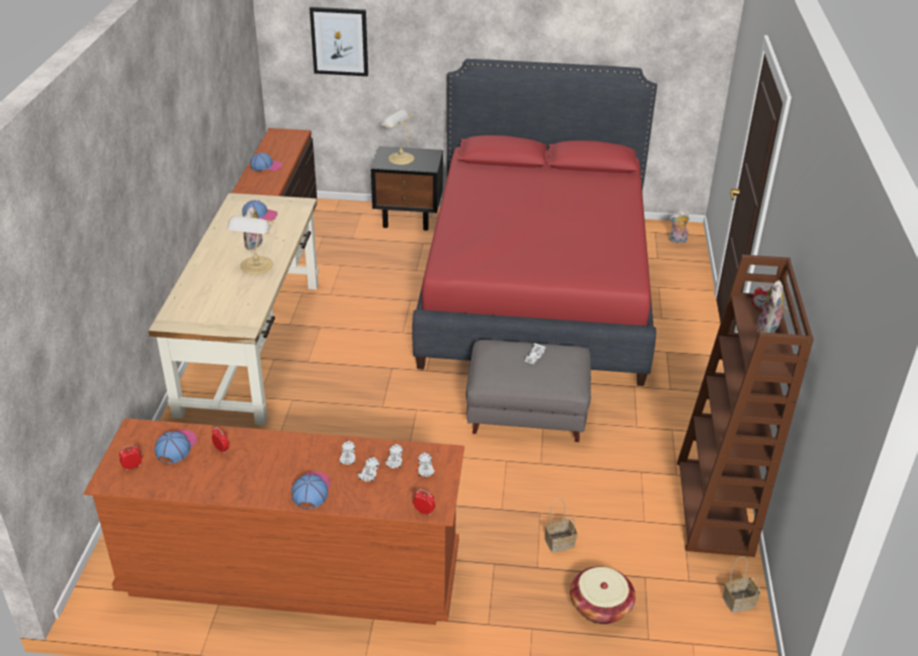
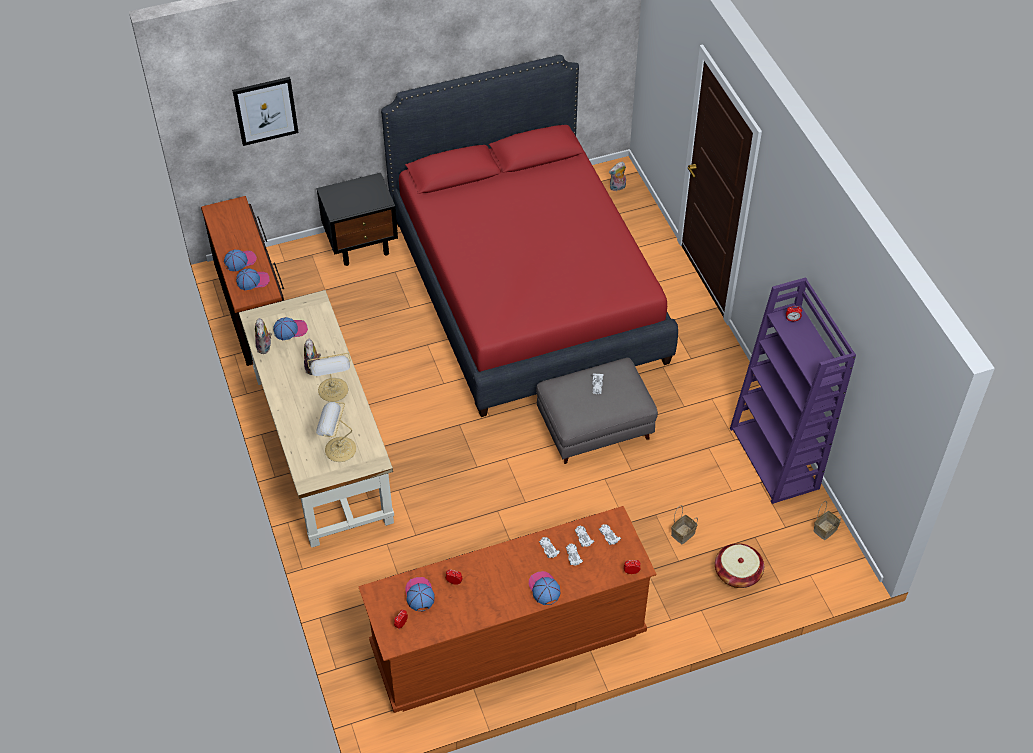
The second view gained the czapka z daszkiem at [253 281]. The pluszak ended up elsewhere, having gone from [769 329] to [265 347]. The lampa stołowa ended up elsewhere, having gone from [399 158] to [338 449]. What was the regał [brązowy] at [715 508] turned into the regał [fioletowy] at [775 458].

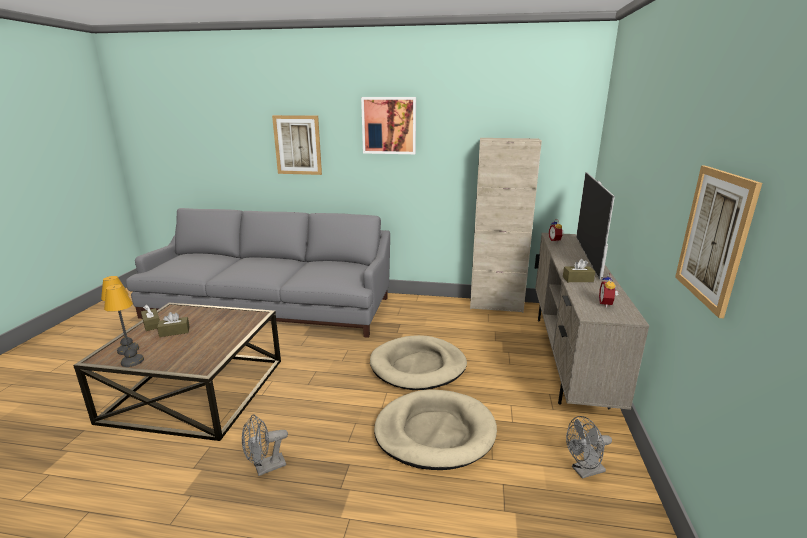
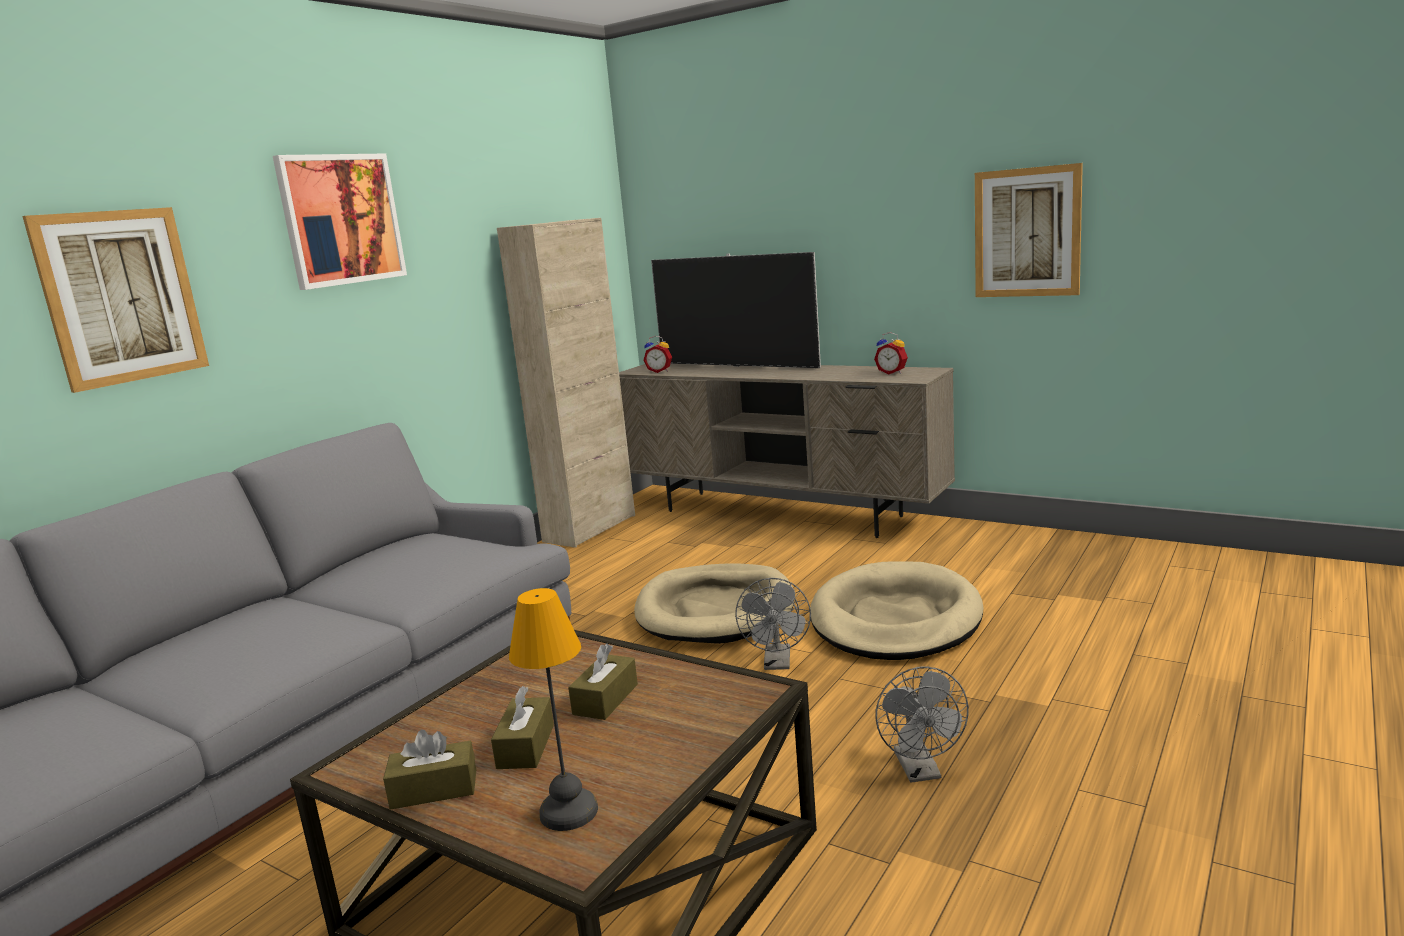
The pudełko chusteczek [brązowy] ended up elsewhere, having gone from [577 279] to [605 699]. The wentylator [szary] ended up elsewhere, having gone from [584 471] to [778 663]. The second view lost the lampa stołowa at [132 361].

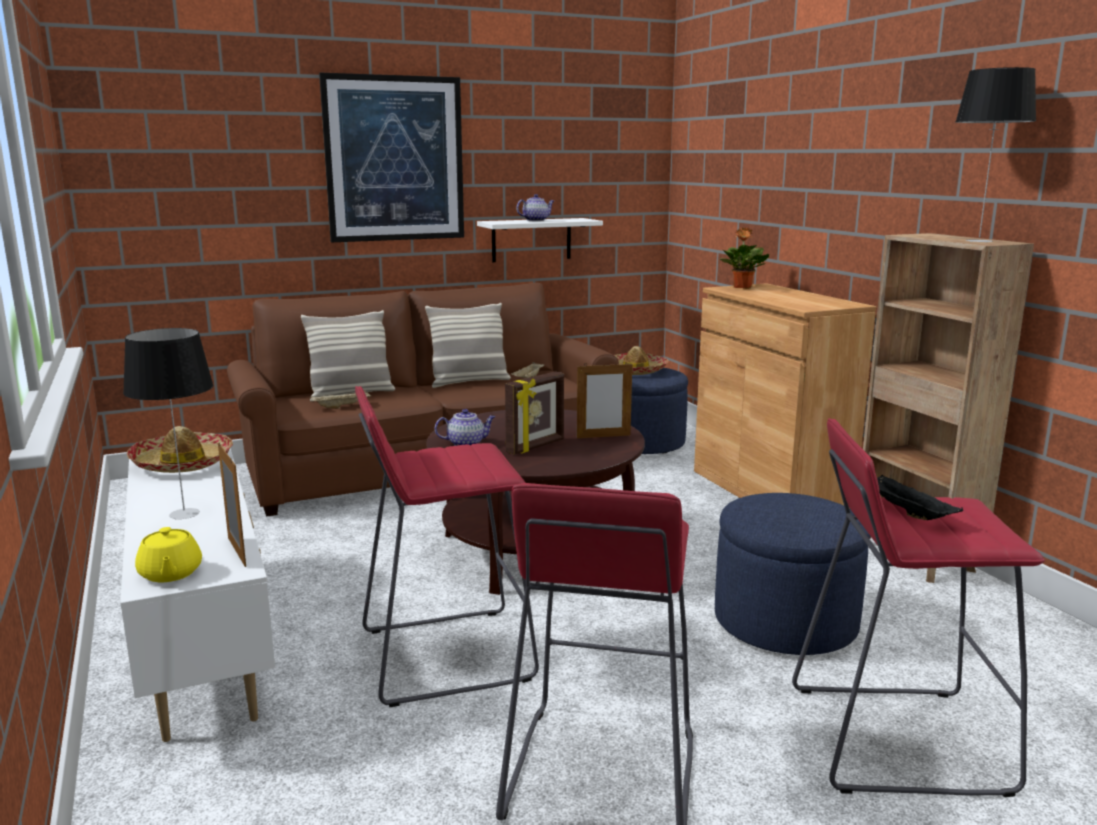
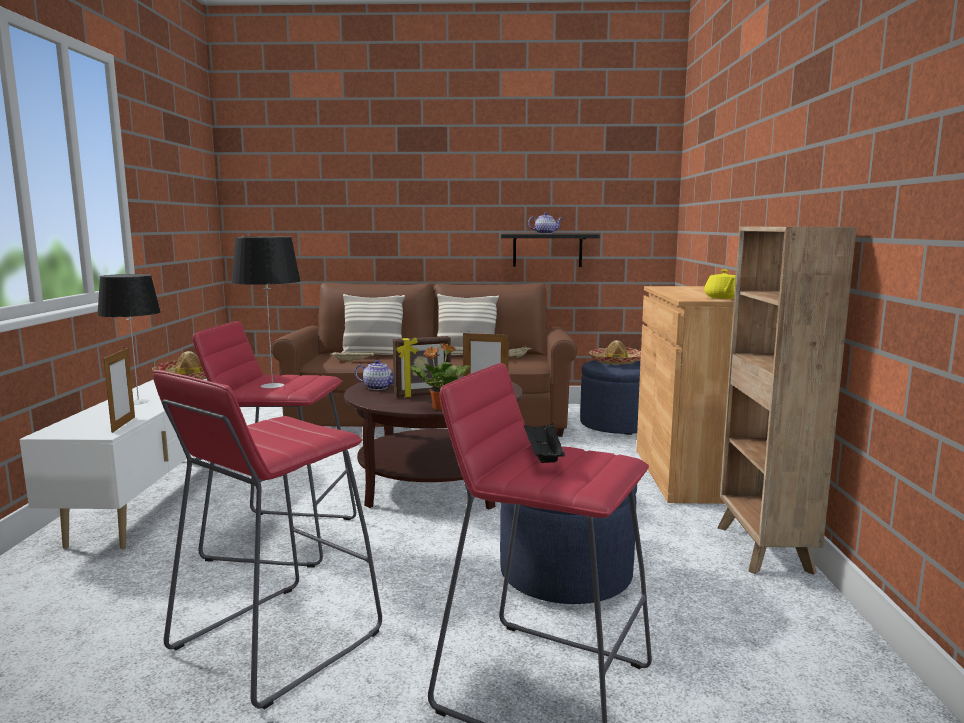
The lampa stołowa ended up elsewhere, having gone from [978 241] to [272 385]. The roślina doniczkowa ended up elsewhere, having gone from [742 287] to [441 408]. What was the półka [biały] at [531 240] turned into the półka [czarny] at [547 250]. The imbryk [żółty] ended up elsewhere, having gone from [170 574] to [722 298]. The second view lost the obraz at [394 159].

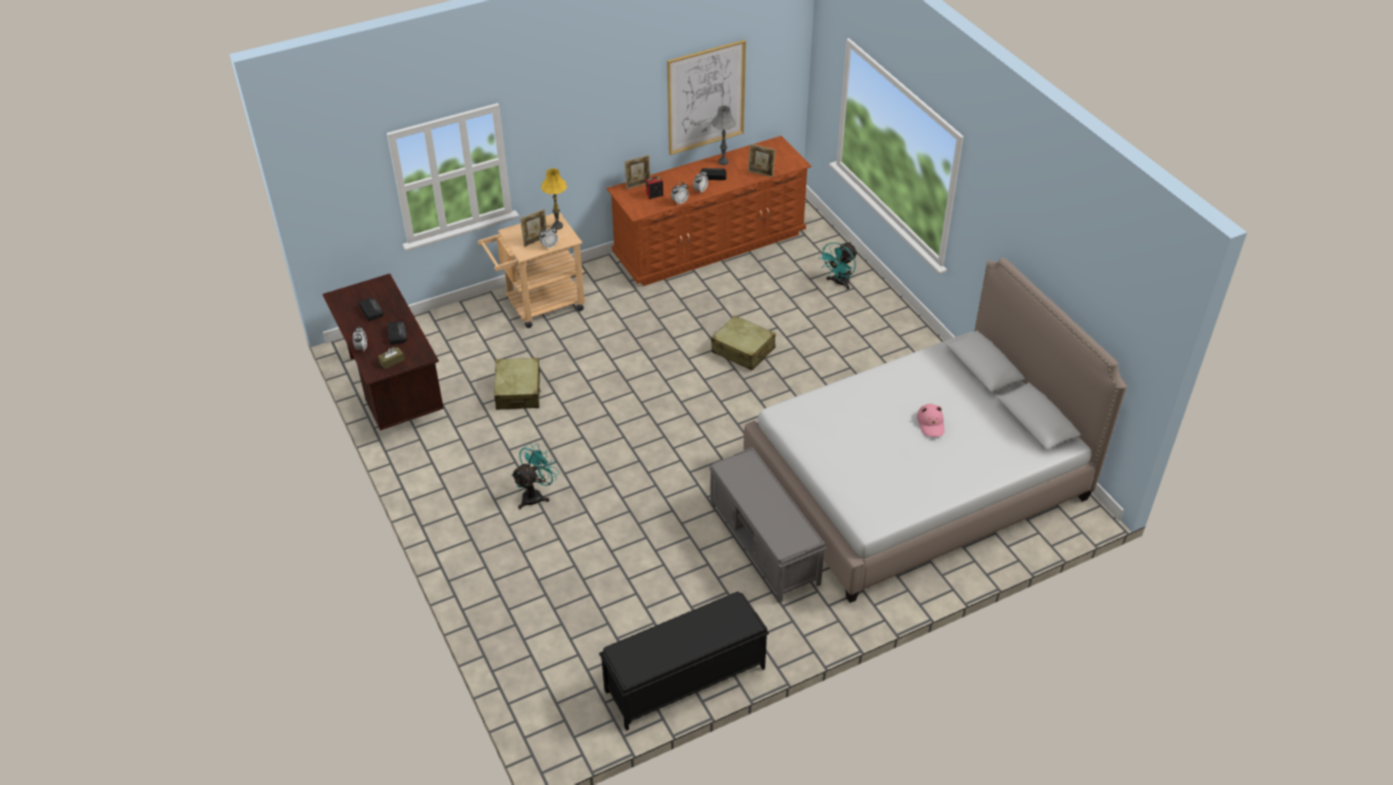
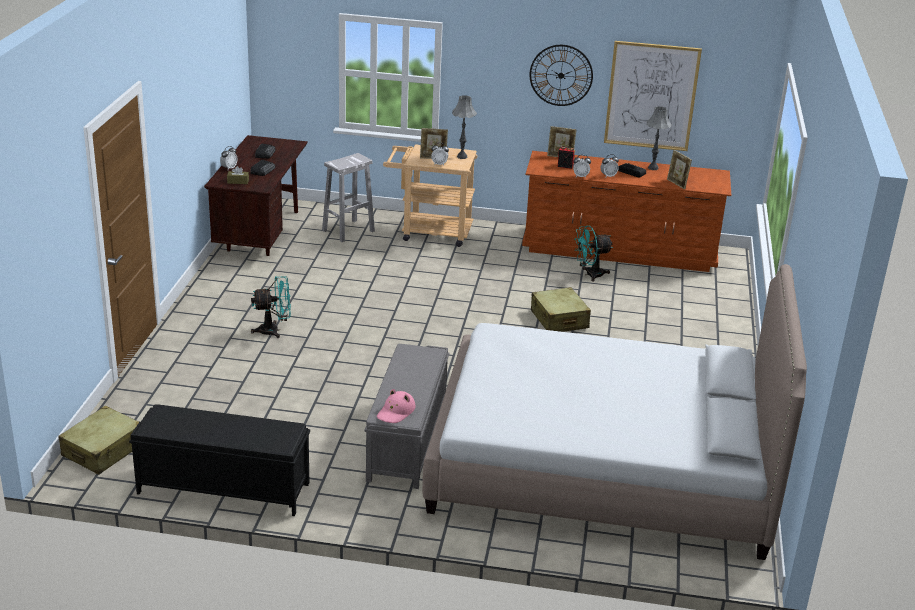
The walizka [beżowy] ended up elsewhere, having gone from [518 391] to [103 450]. The second view gained the stołek [biały] at [347 231]. The kapelusz [różowy] ended up elsewhere, having gone from [931 423] to [396 412]. What was the lampa stołowa [żółty] at [557 226] turned into the lampa stołowa [szary] at [462 157]. The second view gained the zegar ścienny at [561 75]. The wentylator [turkusowy] ended up elsewhere, having gone from [838 283] to [590 274].

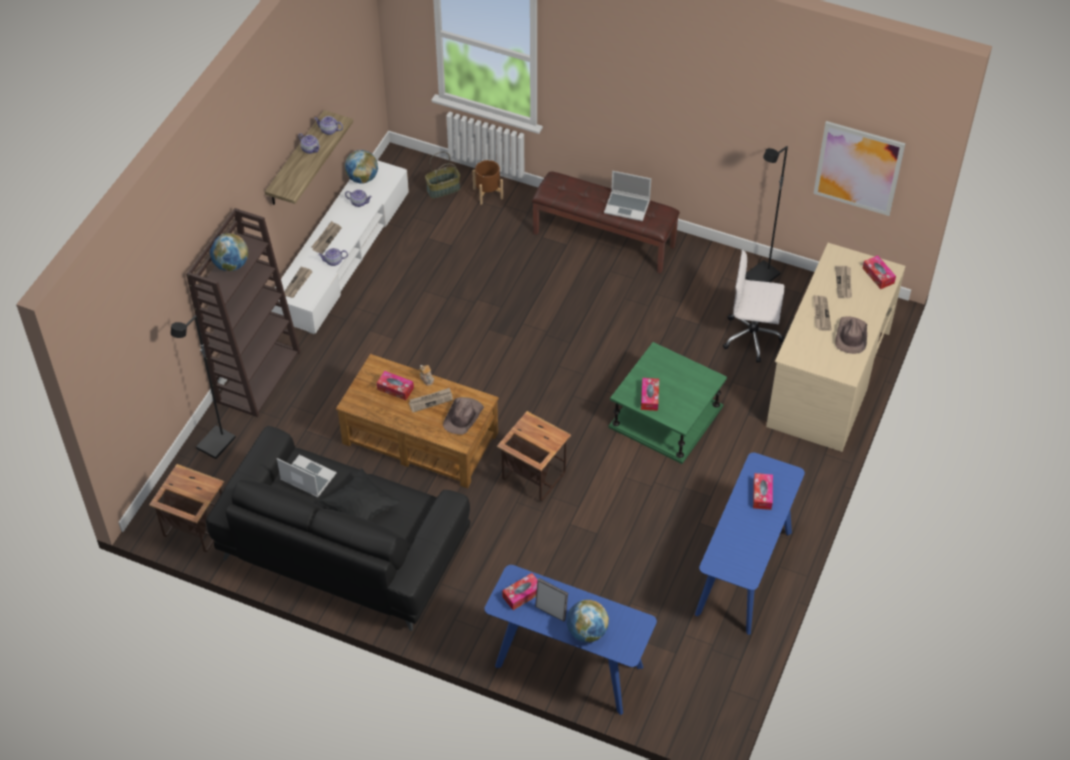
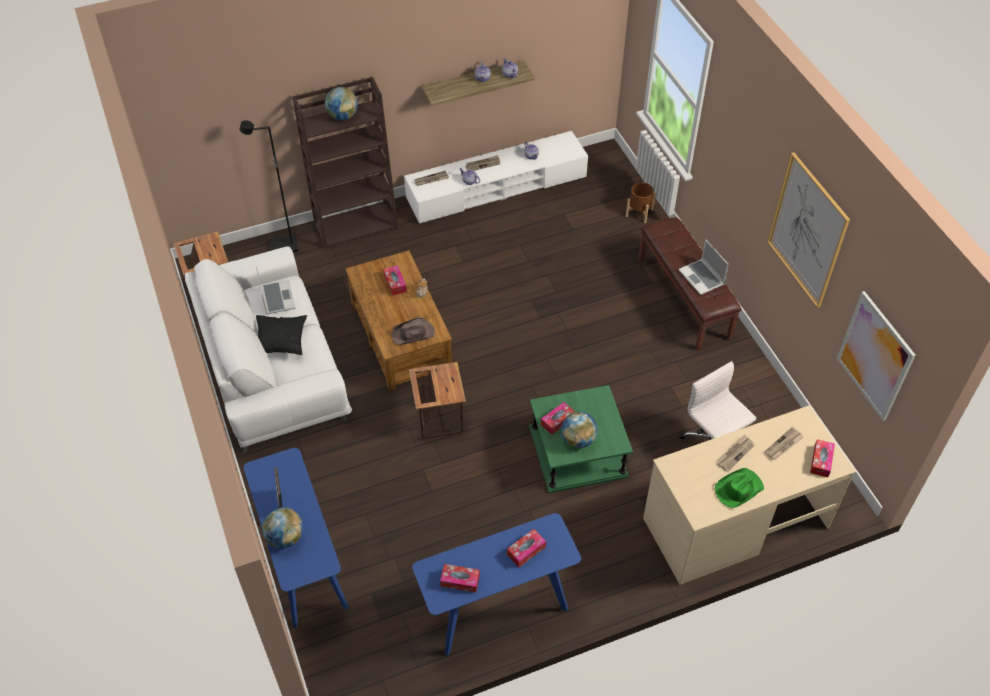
What was the kanapa [czarny] at [343 547] turned into the kanapa [biały] at [272 366]. The pudełko chusteczek ended up elsewhere, having gone from [522 594] to [460 581]. The globus ended up elsewhere, having gone from [362 178] to [578 439]. What was the kapelusz [brązowy] at [851 336] turned into the kapelusz [zielony] at [738 489]. The second view gained the obraz at [807 231]. The second view lost the gazeta at [431 400]. The second view lost the koszyk at [443 190]. The second view lost the lampa stojąca [czarny] at [761 277].

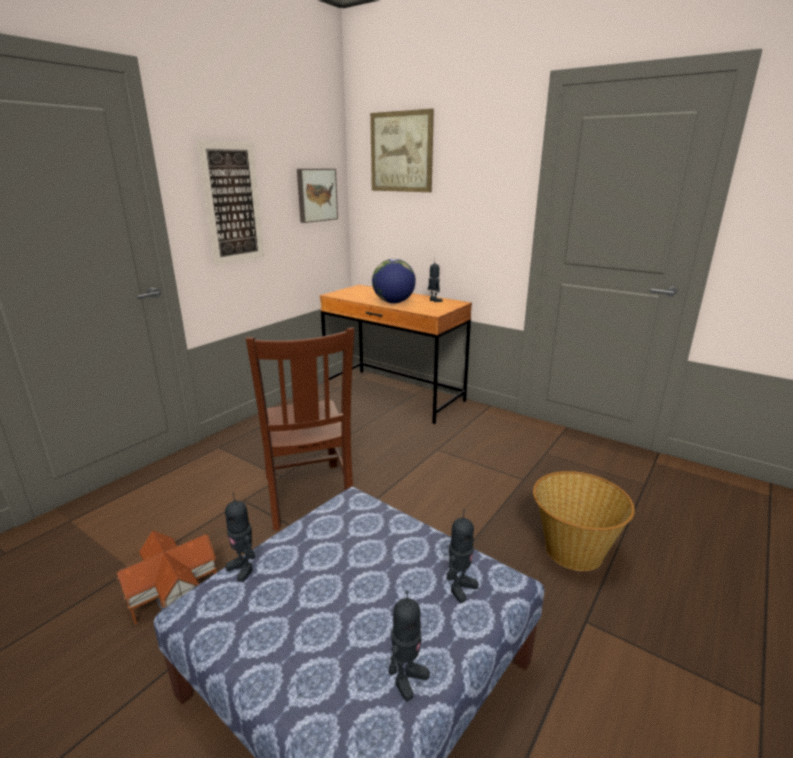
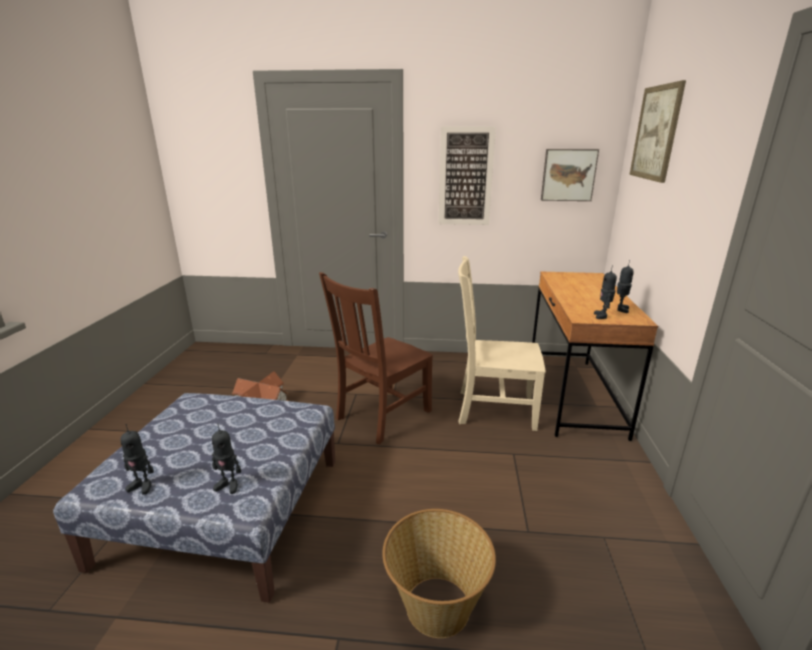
The second view gained the krzesło [beżowy] at [493 409]. The robot zabawkowy ended up elsewhere, having gone from [243 568] to [602 316]. The second view lost the globus at [393 302].

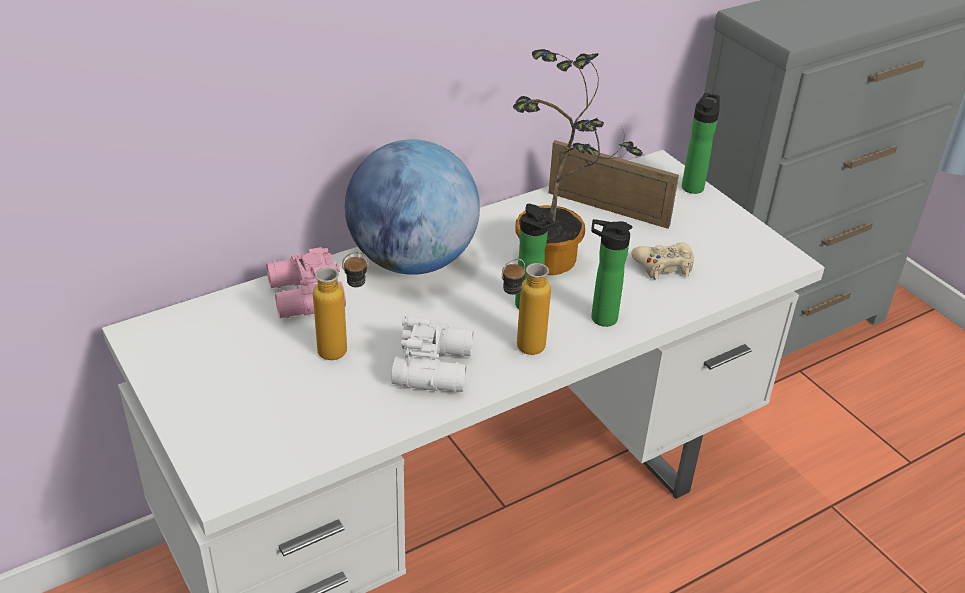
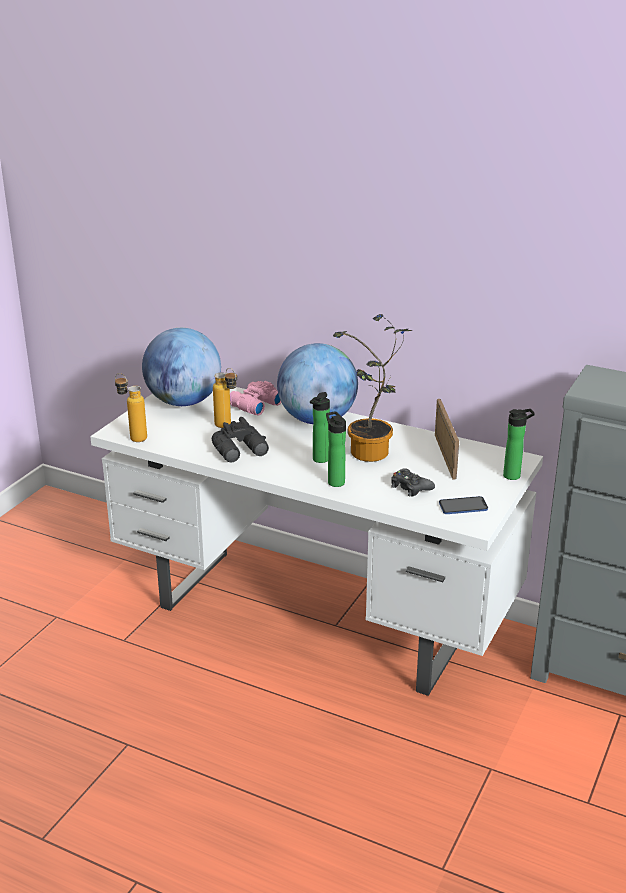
The butelka ended up elsewhere, having gone from [520 350] to [133 437]. The second view gained the globus at [183 402]. What was the lornetka [biały] at [436 366] turned into the lornetka [czarny] at [241 451]. What was the pad do gier [beżowy] at [664 266] turned into the pad do gier [czarny] at [410 487]. The second view gained the telefon at [463 506].

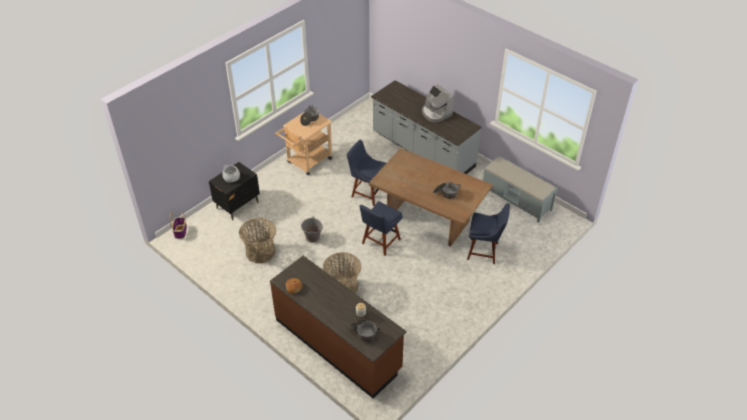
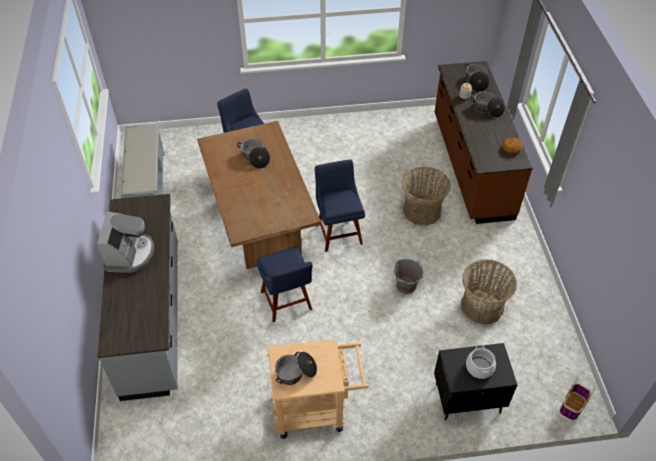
The krzesło [niebieski] at [380 242] ended up facing another way, 90 degrees counterclockwise from before. The second view gained the garnek at [487 109].

